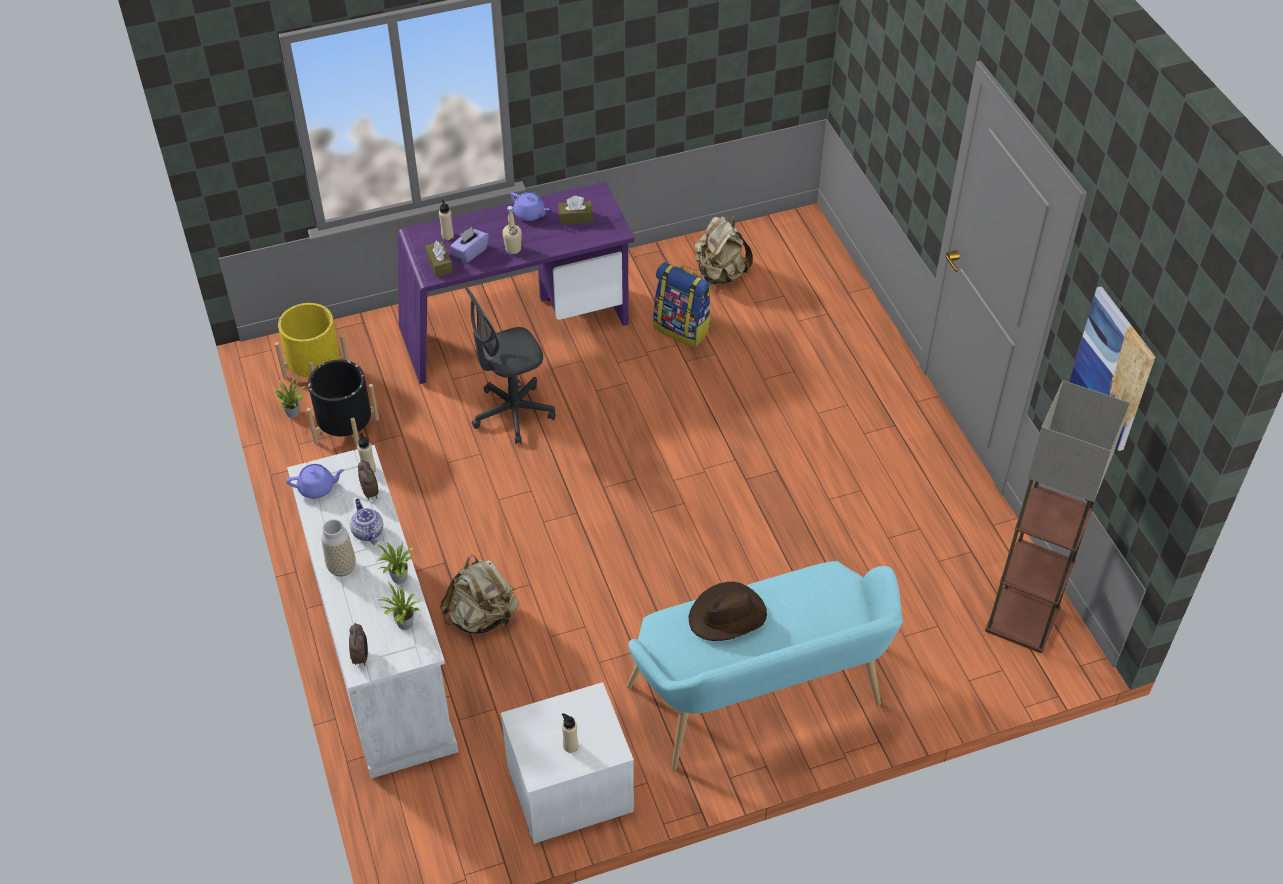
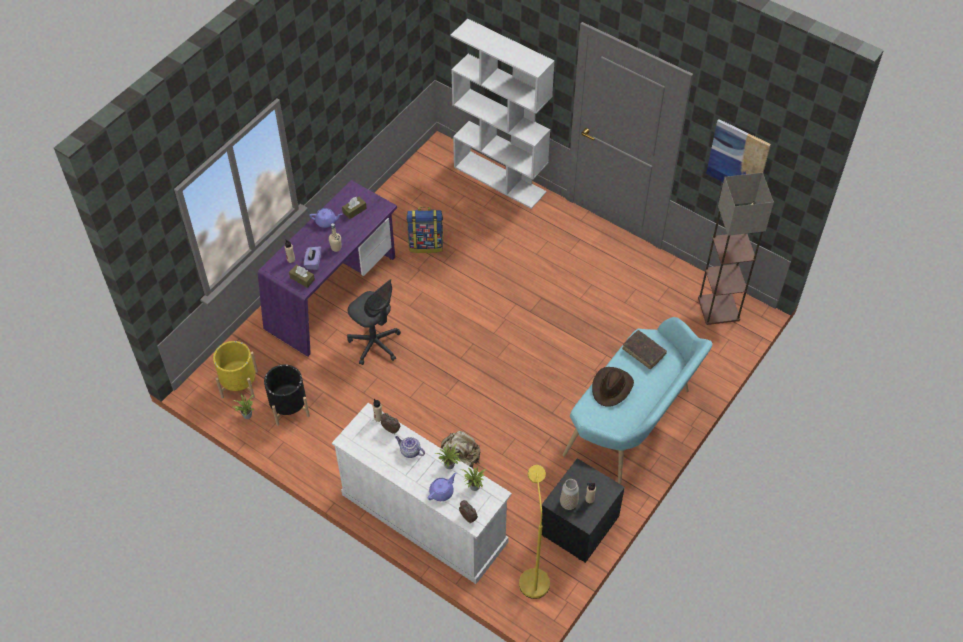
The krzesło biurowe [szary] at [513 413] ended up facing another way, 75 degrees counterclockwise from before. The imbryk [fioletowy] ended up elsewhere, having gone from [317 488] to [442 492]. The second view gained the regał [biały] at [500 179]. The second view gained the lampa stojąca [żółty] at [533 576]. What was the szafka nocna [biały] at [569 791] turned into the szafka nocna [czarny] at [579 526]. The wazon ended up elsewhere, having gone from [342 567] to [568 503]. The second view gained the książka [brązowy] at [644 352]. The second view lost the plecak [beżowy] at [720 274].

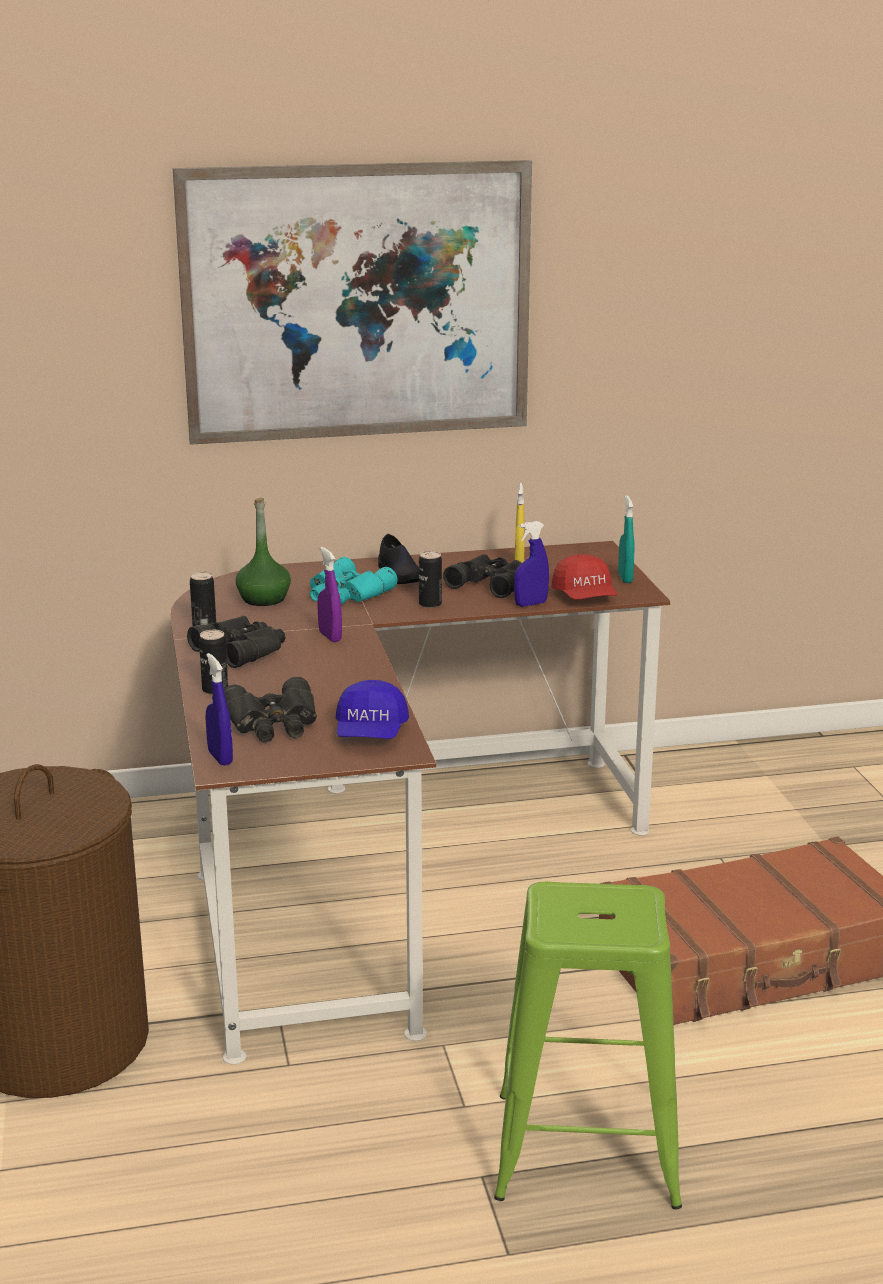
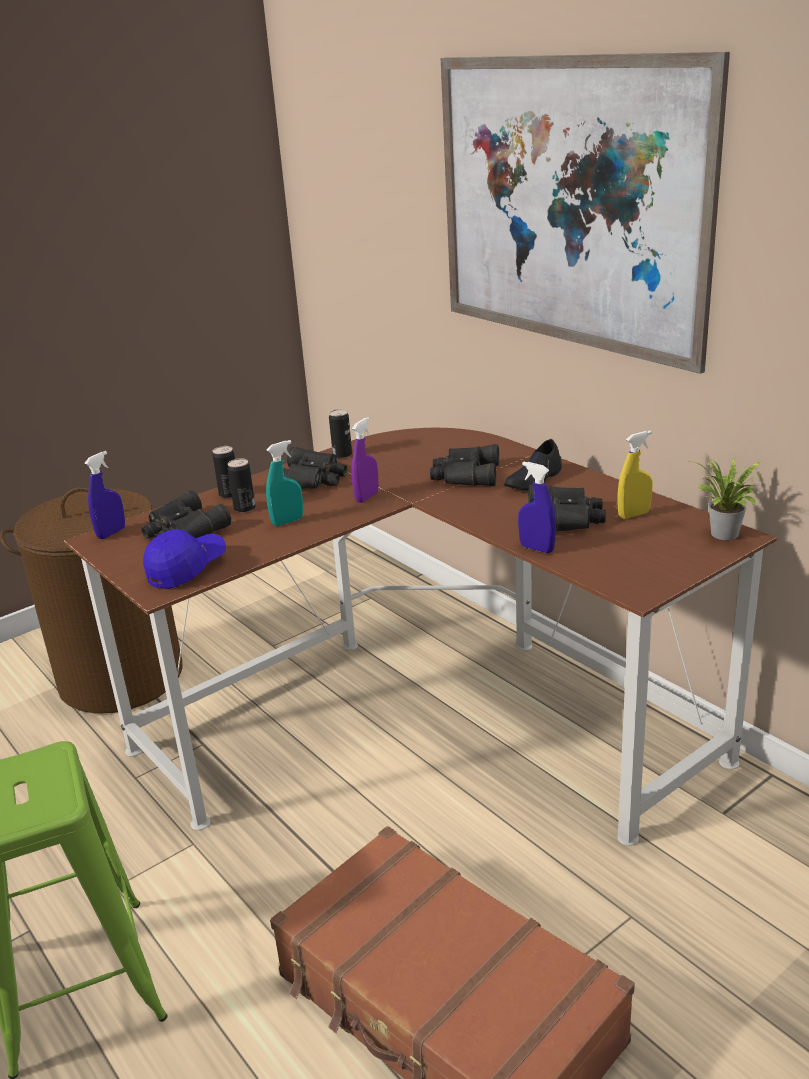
The czapka z daszkiem [niebieski] at [371 733] ended up facing another way, 150 degrees clockwise from before. The puszka ended up elsewhere, having gone from [430 604] to [244 508]. The spryskiwacz [turkusowy] ended up elsewhere, having gone from [625 578] to [287 521]. What was the lornetka [turkusowy] at [346 594] turned into the lornetka [czarny] at [464 475]. The second view gained the roślina doniczkowa at [724 535]. The second view lost the butelka [zielony] at [263 599]. The second view lost the czapka z daszkiem [czerwony] at [585 597].

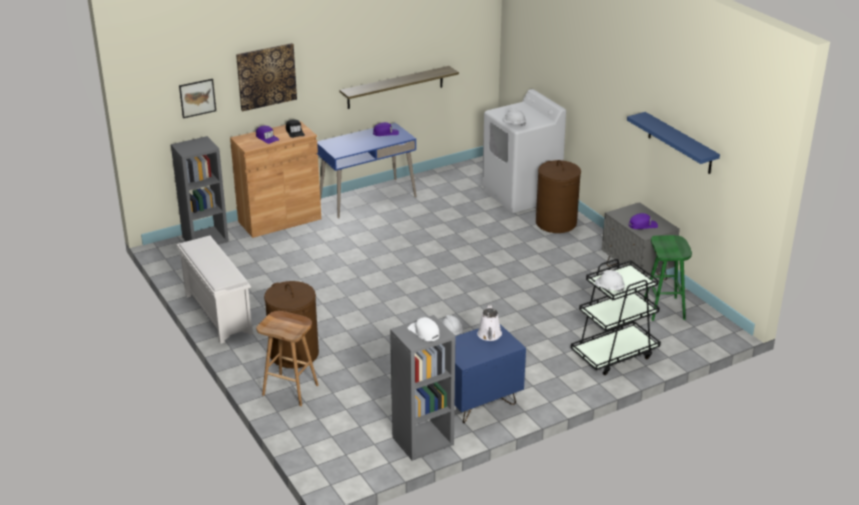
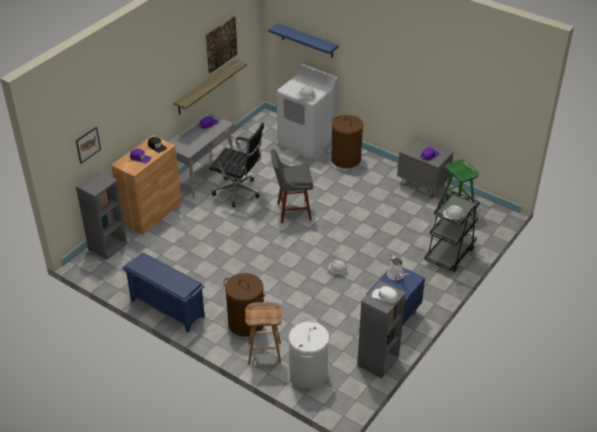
What was the regał na buty [biały] at [217 314] turned into the regał na buty [niebieski] at [166 308]. What was the biurko [niebieski] at [367 198] turned into the biurko [szary] at [202 175]. The obraz ended up elsewhere, having gone from [266 76] to [220 44]. The second view gained the krzesło biurowe [czarny] at [239 192]. The półka [niebieski] ended up elsewhere, having gone from [680 143] to [307 41]. The second view gained the stołek [szary] at [292 212]. The second view gained the kosz na pranie [biały] at [308 373].

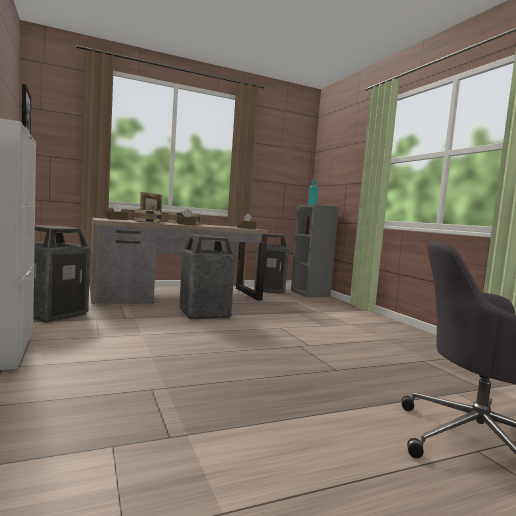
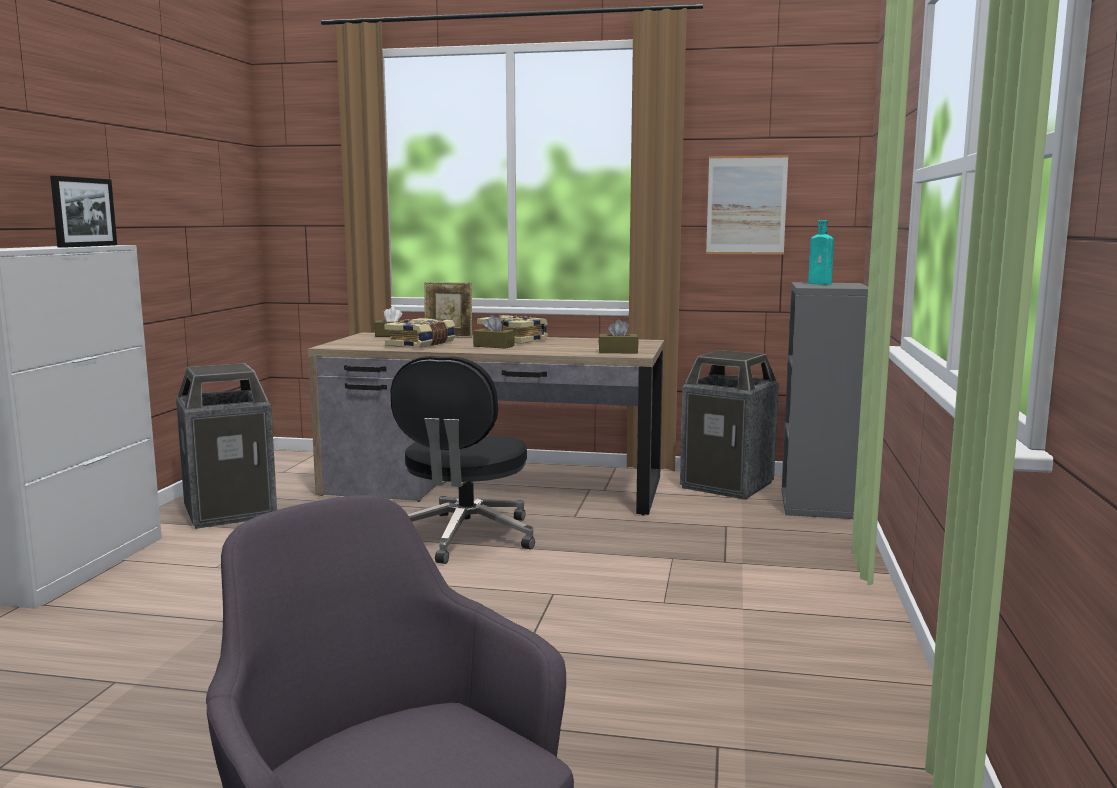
Where the kosz na śmieci stood at [204 313], the krzesło biurowe [czarny] came to stand at [465 537]. The second view gained the obraz at [746 205].

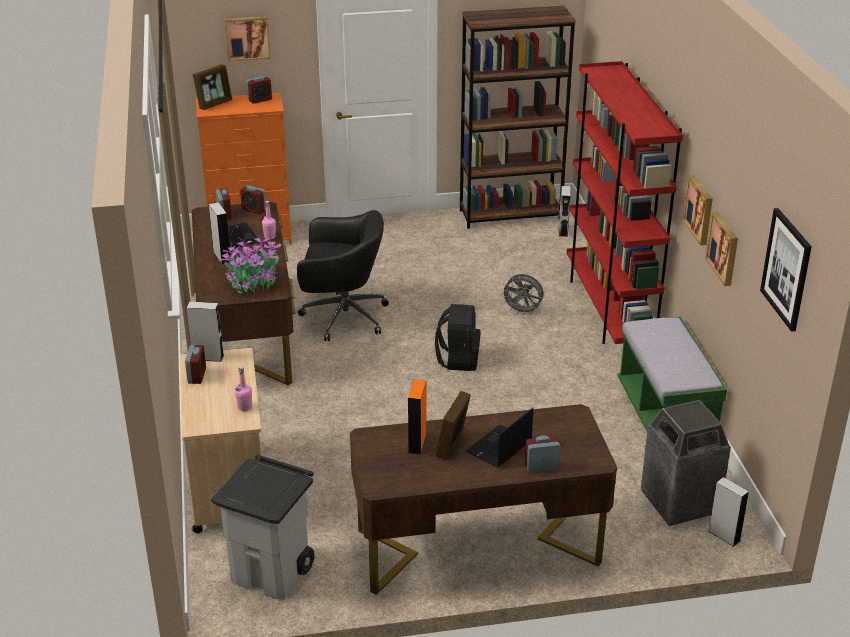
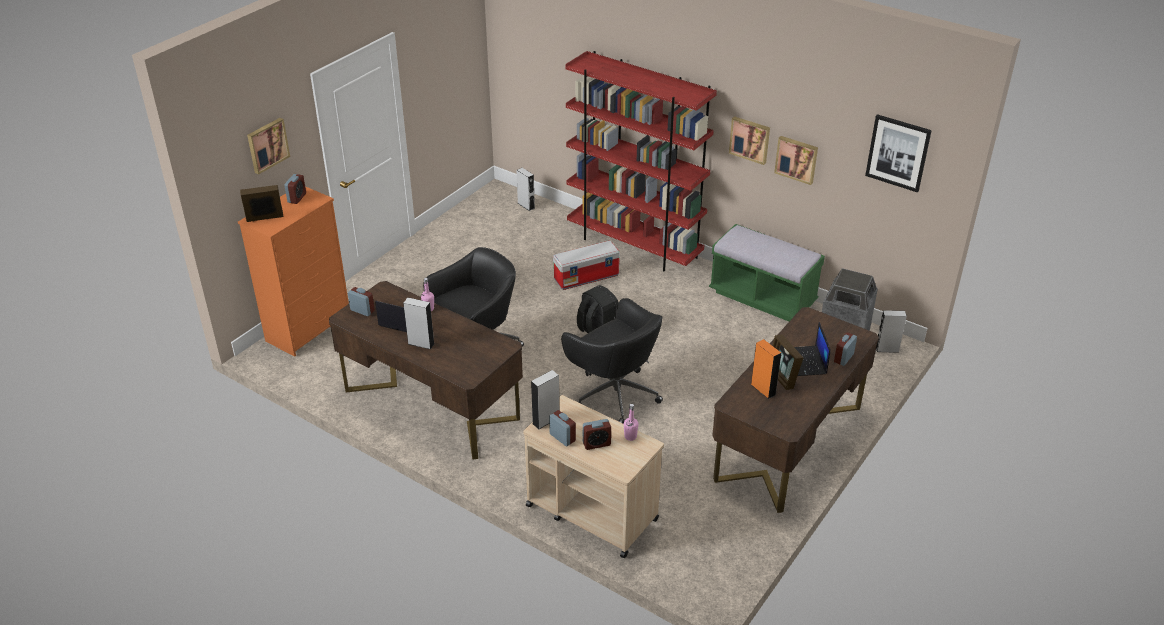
The ramka na zdjęcie at [214 104] ended up facing another way, 105 degrees counterclockwise from before. Where the wentylator [szary] stood at [522 311], the pojemnik do przechowywania came to stand at [587 277]. The second view gained the krzesło biurowe [czarny] at [614 394]. The budzik ended up elsewhere, having gone from [254 210] to [596 444]. The second view lost the kosz na śmieci [szary] at [273 573]. The second view lost the roślina doniczkowa at [253 282]. The second view lost the regał [brązowy] at [510 215].

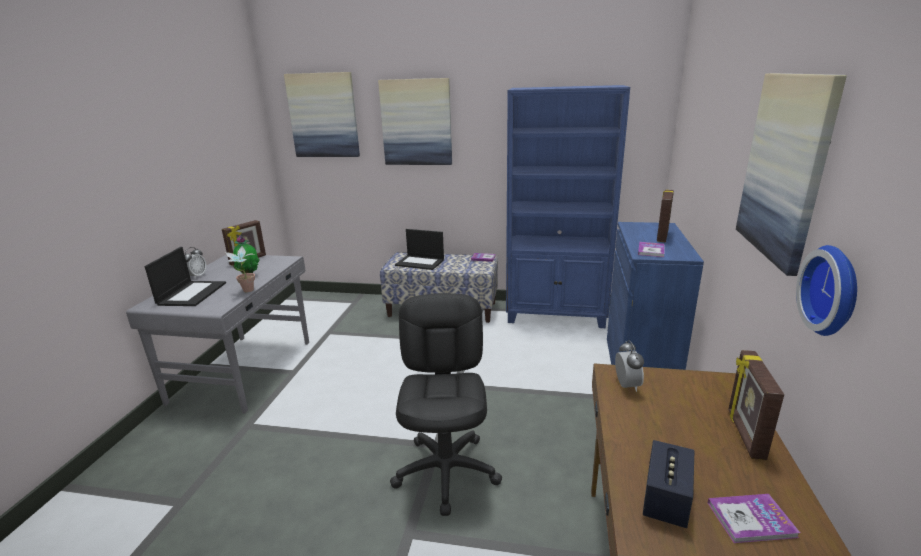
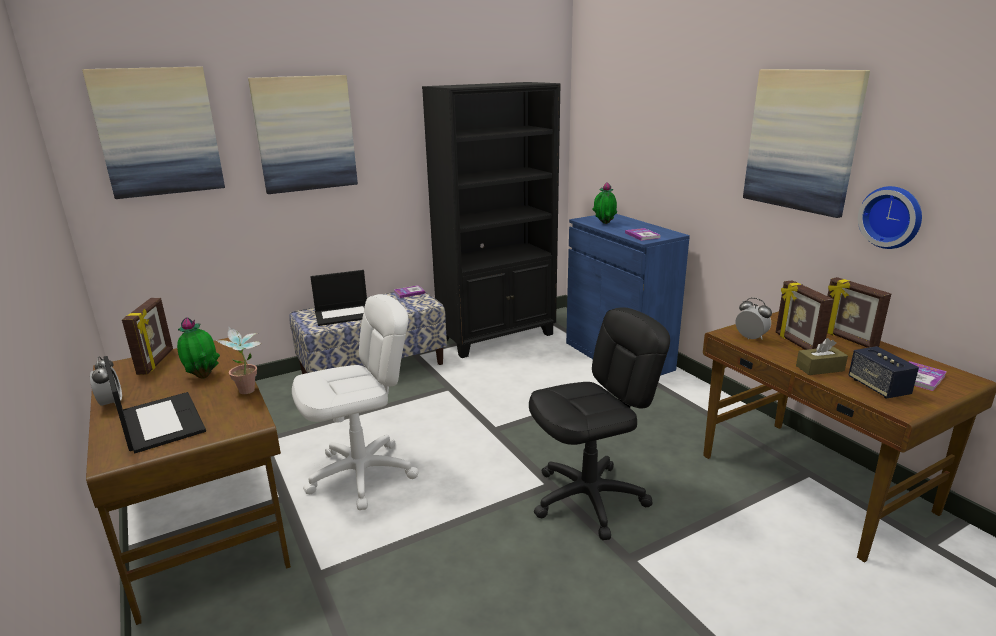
What was the biurko [szary] at [245 370] turned into the biurko [brązowy] at [206 527]. The second view gained the krzesło biurowe [biały] at [362 475]. What was the regał [niebieski] at [556 315] turned into the regał [czarny] at [497 337]. The krzesło biurowe [czarny] at [447 471] ended up facing another way, 105 degrees clockwise from before. The second view gained the roślina doniczkowa at [604 224]. The ramka na zdjęcie ended up elsewhere, having gone from [661 236] to [797 343]. The second view gained the pudełko chusteczek [brązowy] at [820 368].

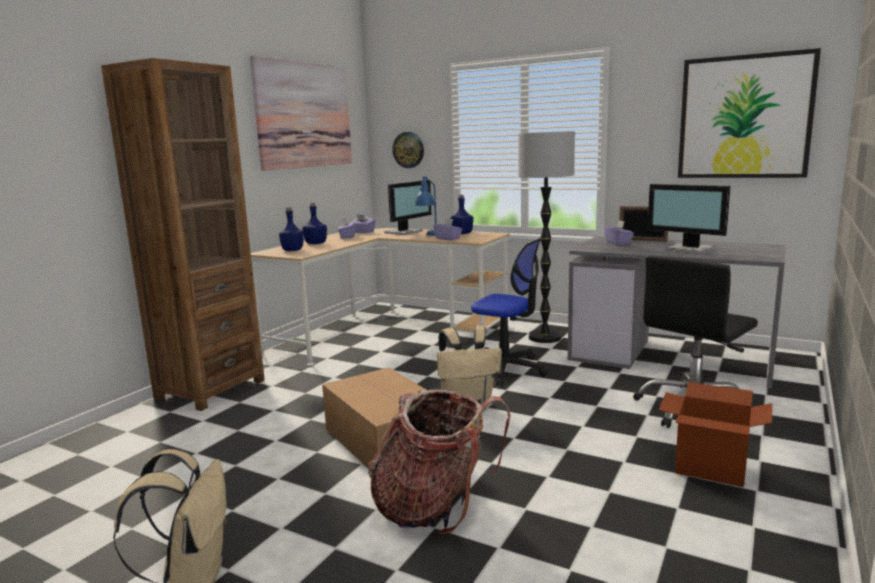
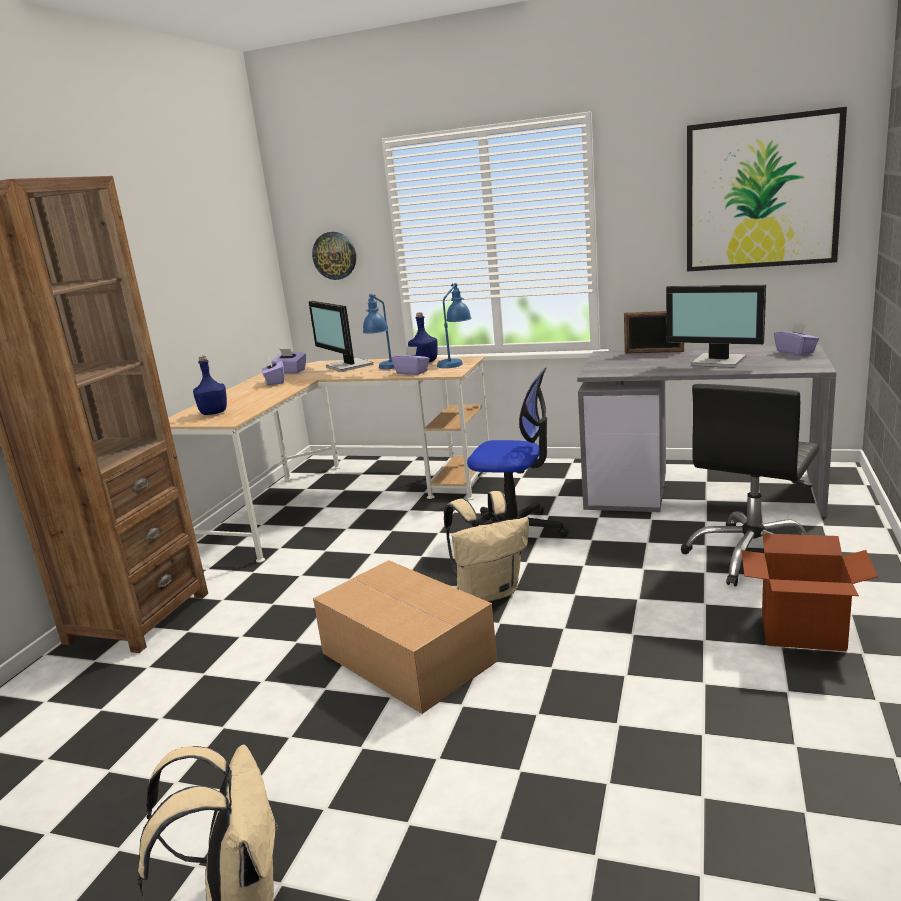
The monitor at [405 232] ended up facing another way, 120 degrees clockwise from before. The second view gained the lampa stołowa [niebieski] at [456 362]. The pudełko chusteczek [fioletowy] ended up elsewhere, having gone from [618 243] to [795 352]. The second view lost the obraz at [304 115]. The second view lost the butelka [niebieski] at [315 243]. The second view lost the plecak at [435 507]. The second view lost the lampa stojąca at [545 337].

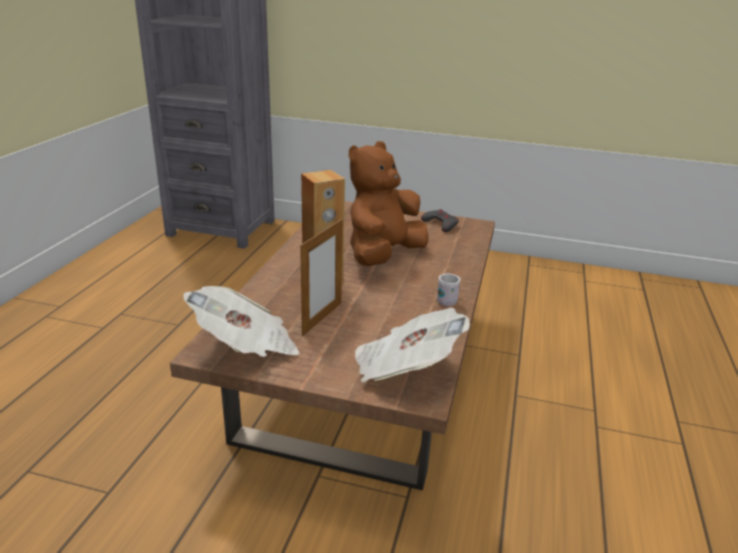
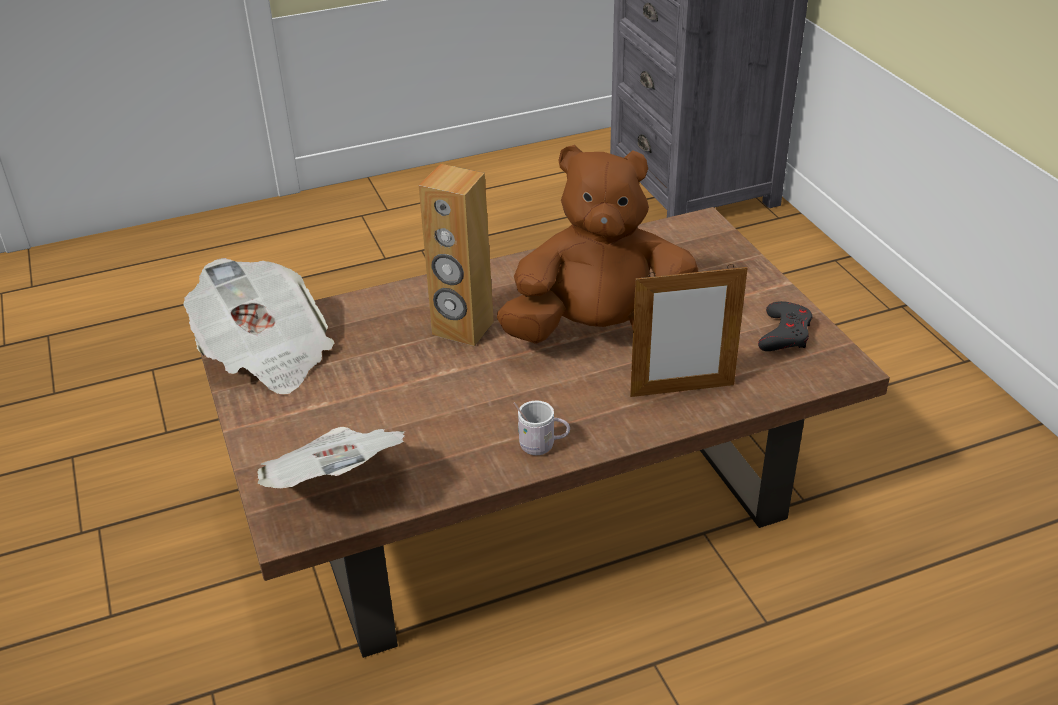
The ramka na zdjęcie ended up elsewhere, having gone from [322 318] to [682 390].

